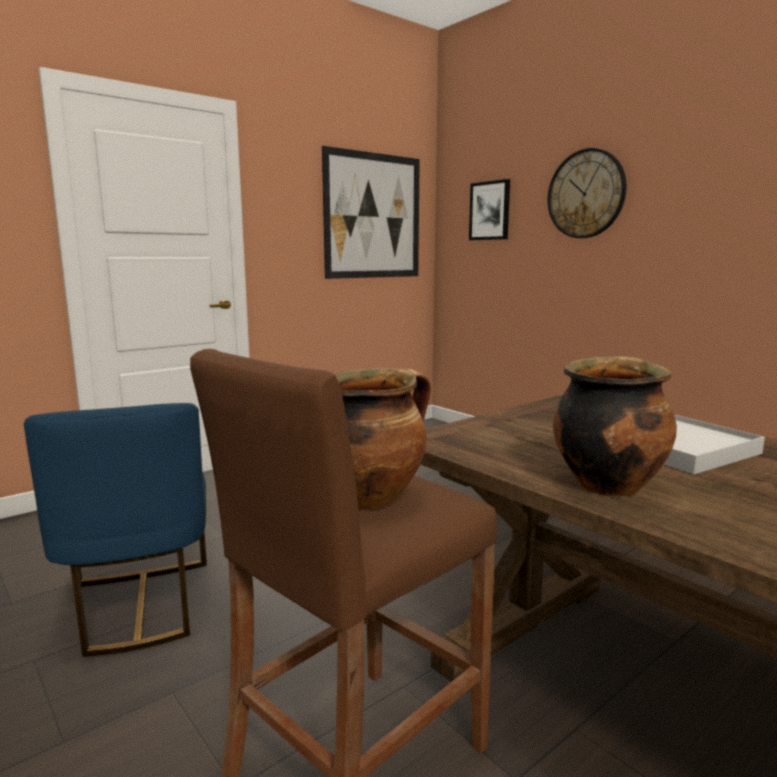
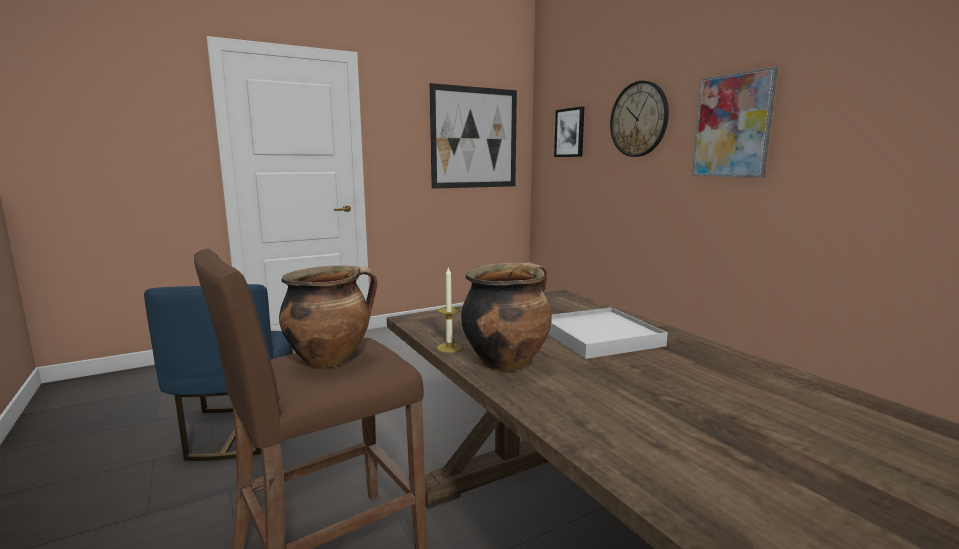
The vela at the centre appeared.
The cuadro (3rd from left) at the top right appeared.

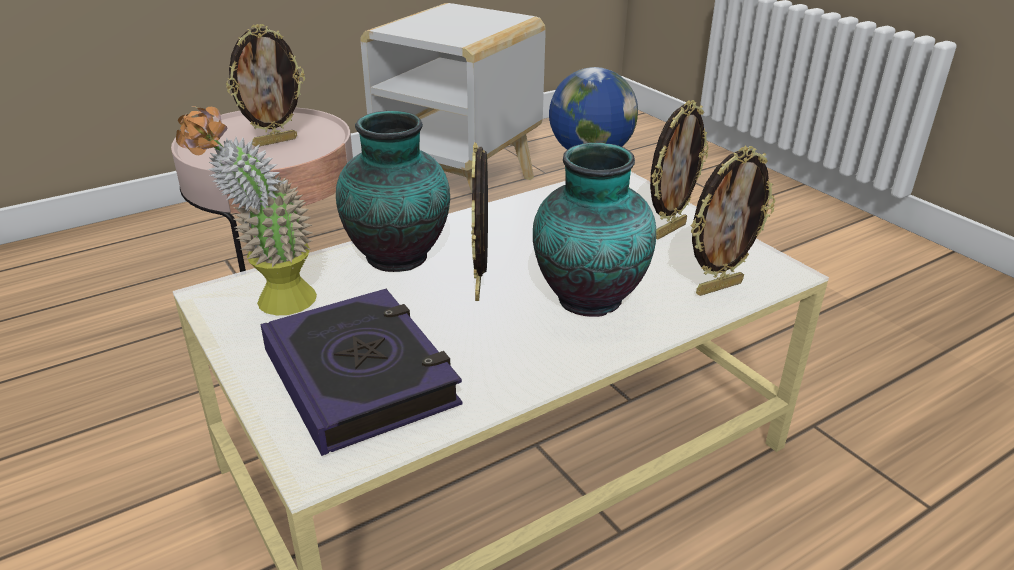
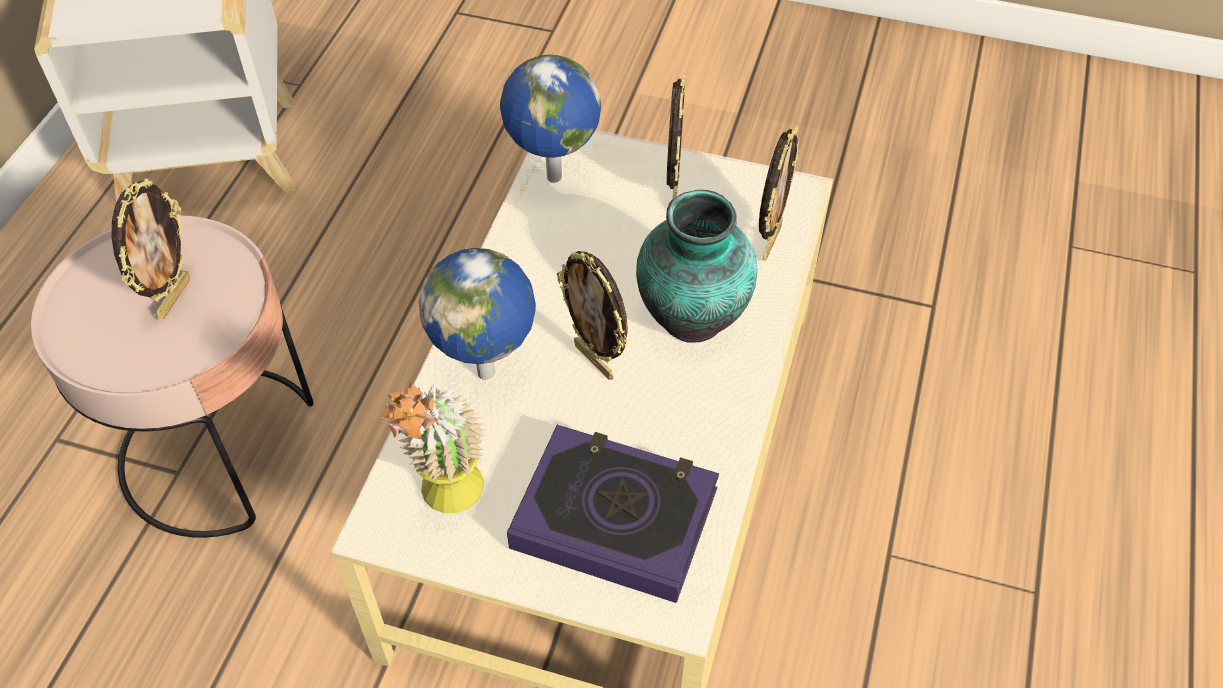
The florero (1st from left) at the centre was replaced by the globo terráqueo (1st from left) at the centre.

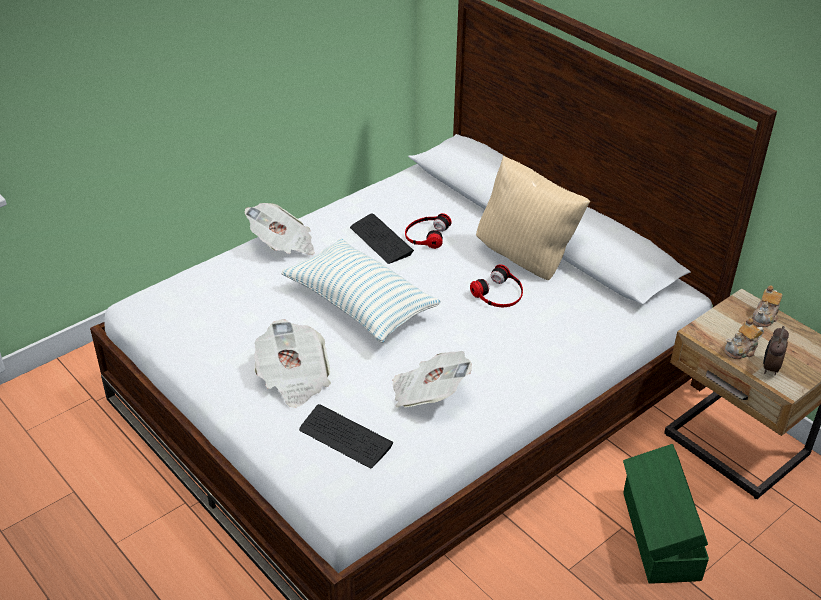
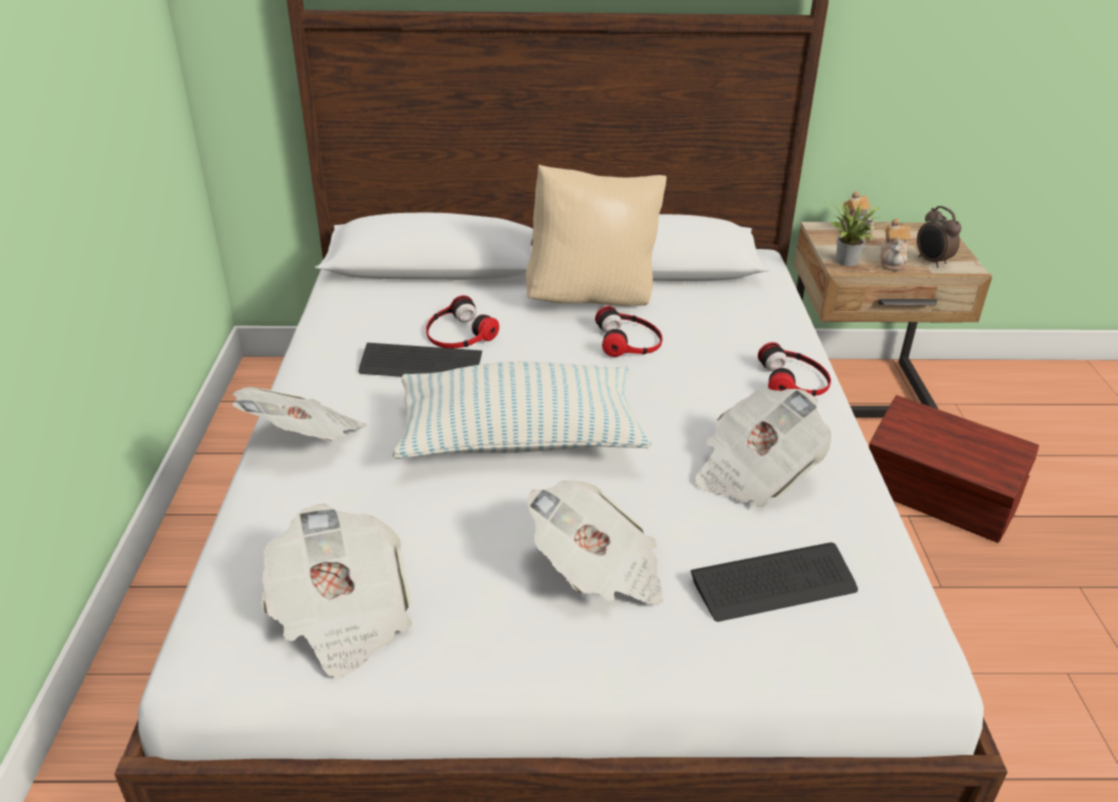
The caja de almacenaje (verde) at the bottom right became the caja de almacenaje (marrón) at the middle right.
The periódico (2nd from left) at the bottom left appeared.
The auriculares (3rd from left) at the middle right appeared.
The planta en maceta at the top right appeared.

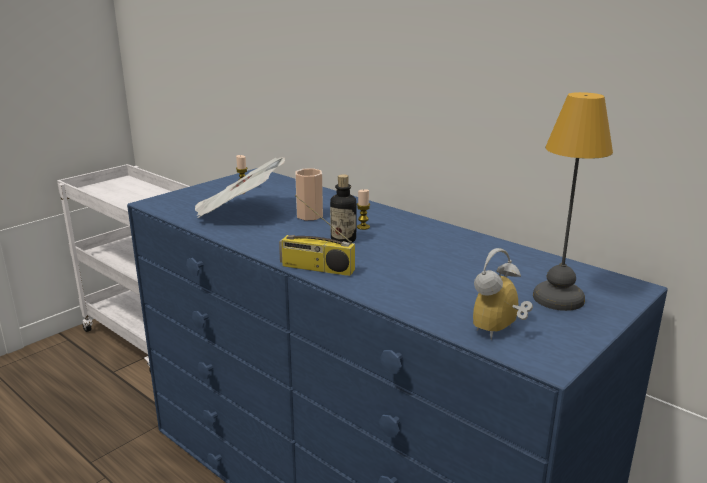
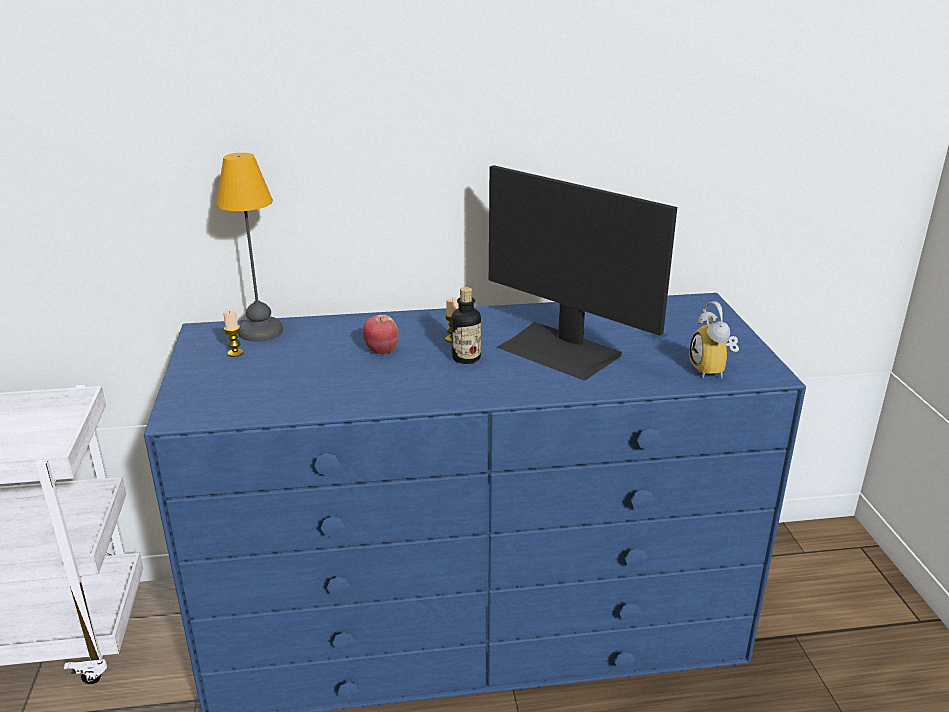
The periódico at the centre disappeared.
The radio at the centre disappeared.
The taza at the centre was replaced by the manzana at the centre.
The lámpara de mesa moved from the middle right to the middle left.
The monitor at the centre appeared.

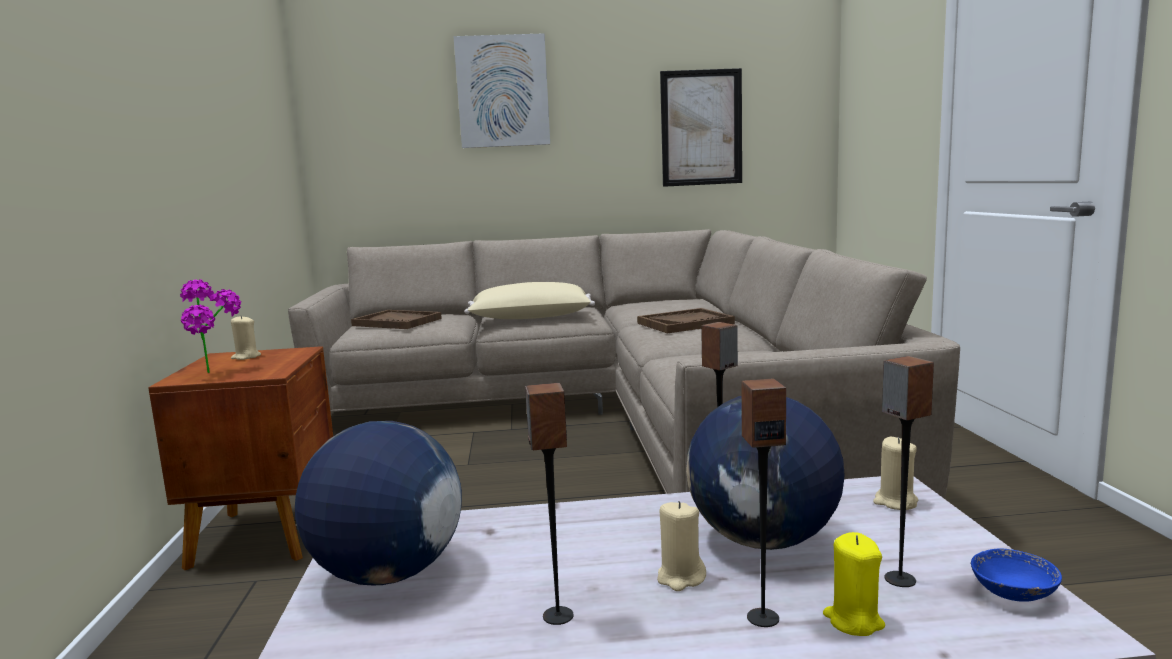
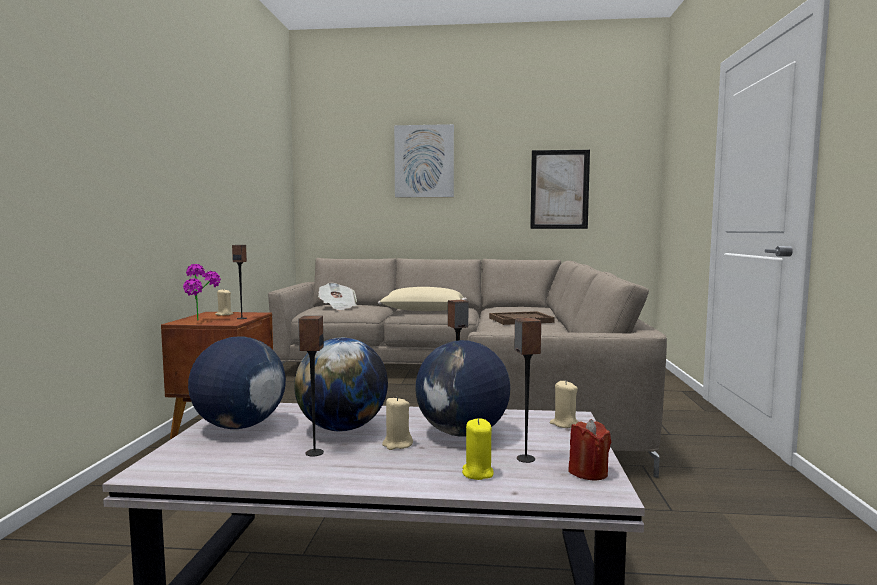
The bandeja (marrón) (1st from left) at the centre was replaced by the periódico at the centre.
The altavoz (3rd from left in the first image) moved from the bottom centre to the middle left.
The cuenco (azul) at the bottom right was replaced by the vela (rojo) at the bottom right.
The globo terráqueo (2nd from left) at the centre appeared.

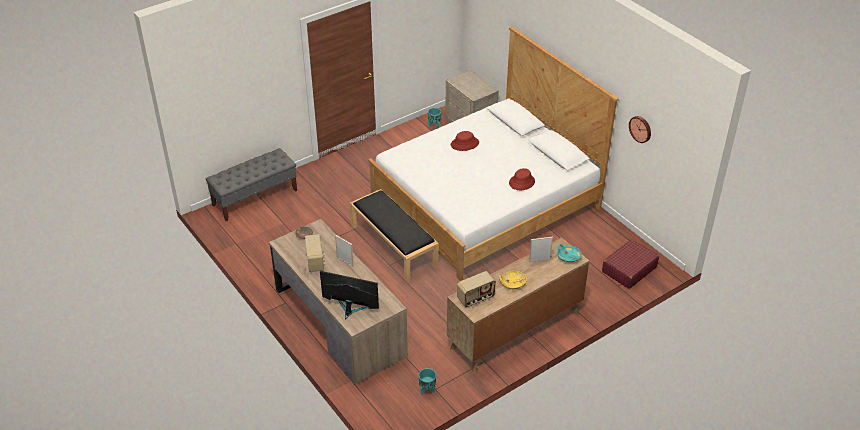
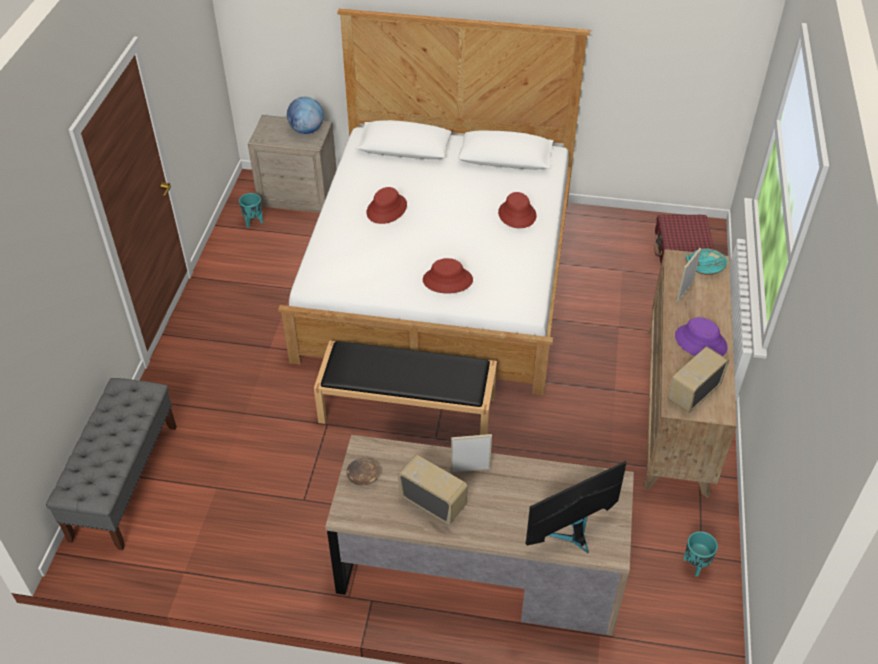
The radio (2nd from left) at the bottom centre turned 150 degrees counterclockwise.
The cuenco (amarillo) at the centre was replaced by the sombrero (morado) at the middle right.
The reloj de pared at the top right disappeared.
The globo terráqueo at the top centre appeared.
The sombrero (rojo) (2nd from left) at the centre appeared.

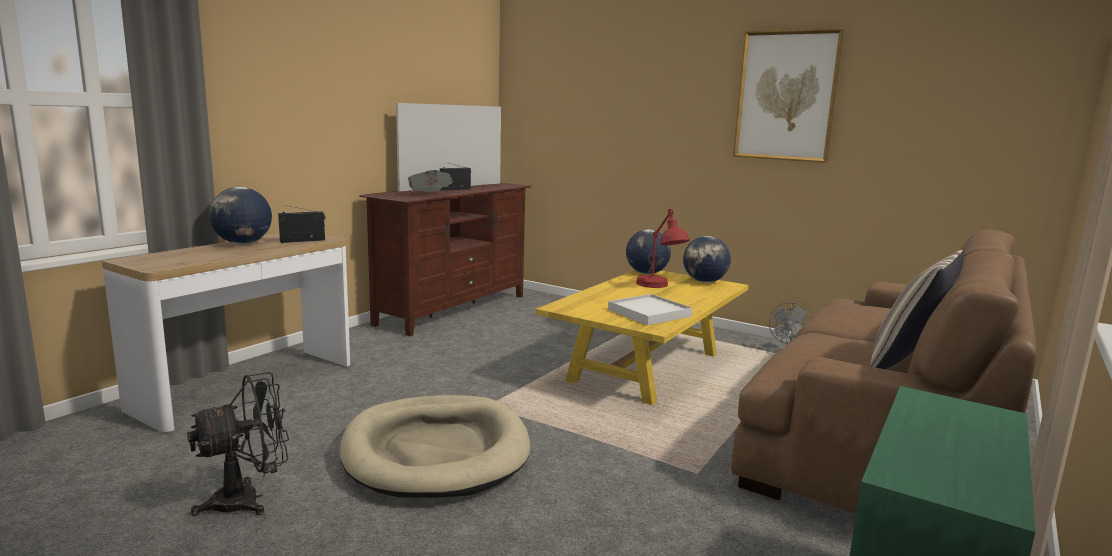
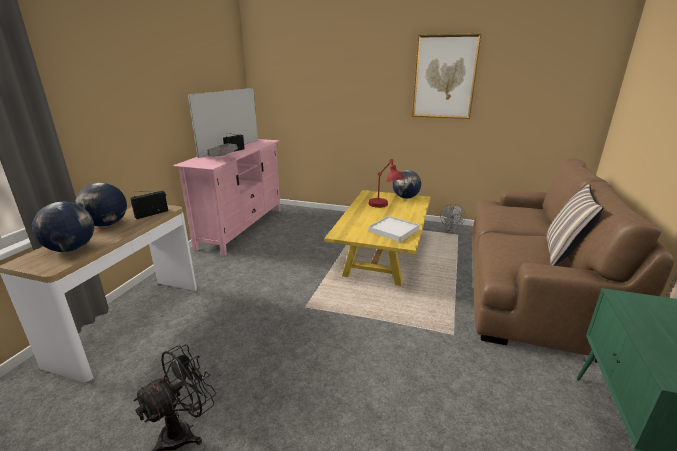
The cama para perro (beis) at the bottom centre disappeared.
The mueble de televisión (marrón) at the centre became the mueble de televisión (rosa) at the centre.
The globo terráqueo (2nd from left in the first image) moved from the centre to the middle left.

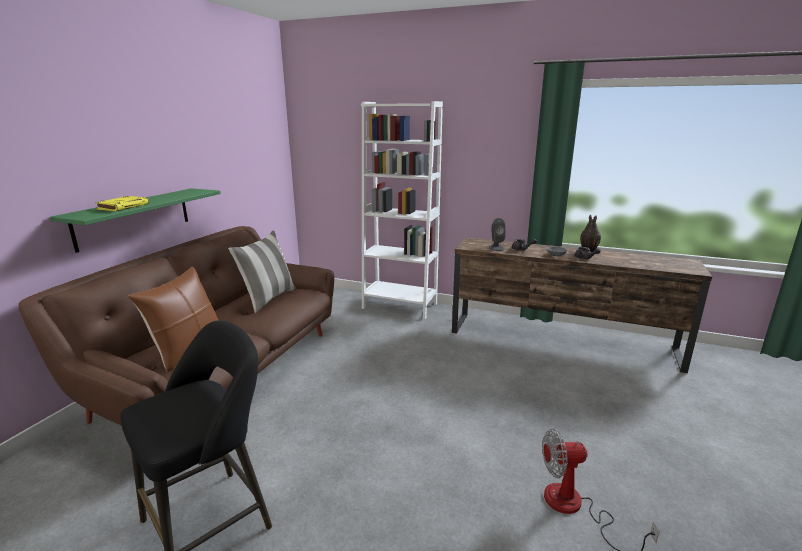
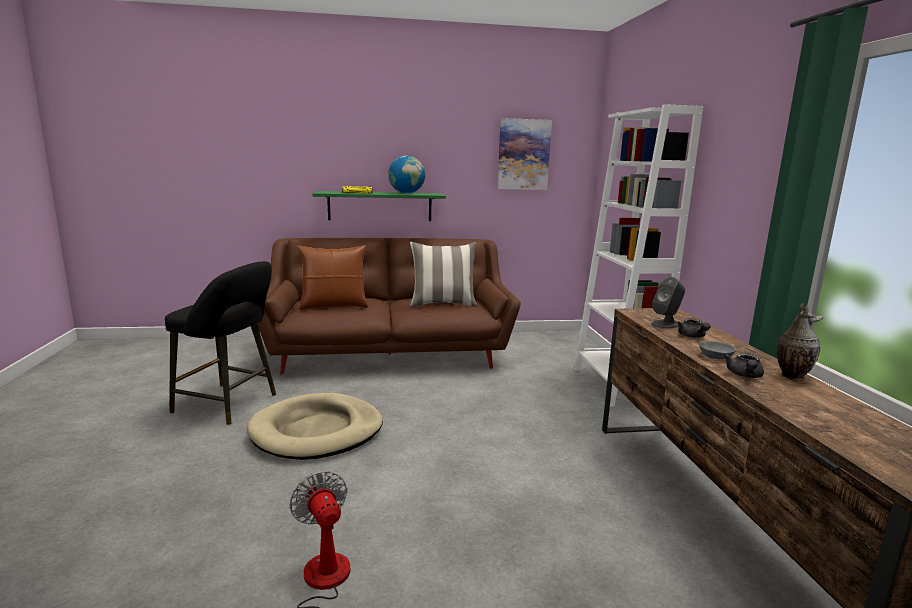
The cama para perro (beis) at the bottom centre appeared.
The globo terráqueo at the top centre appeared.
The cuadro at the top centre appeared.

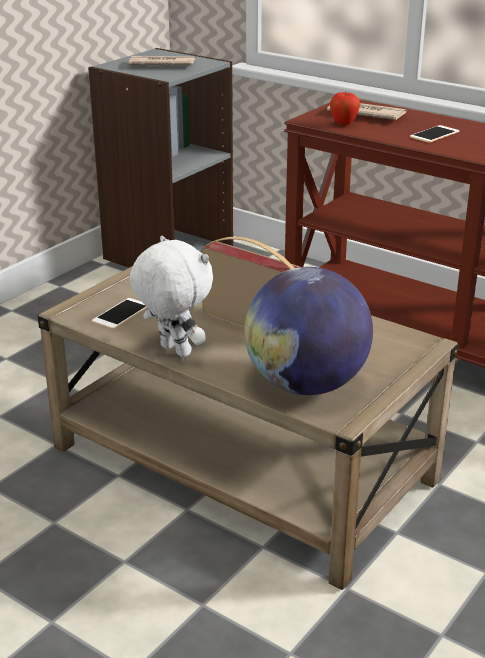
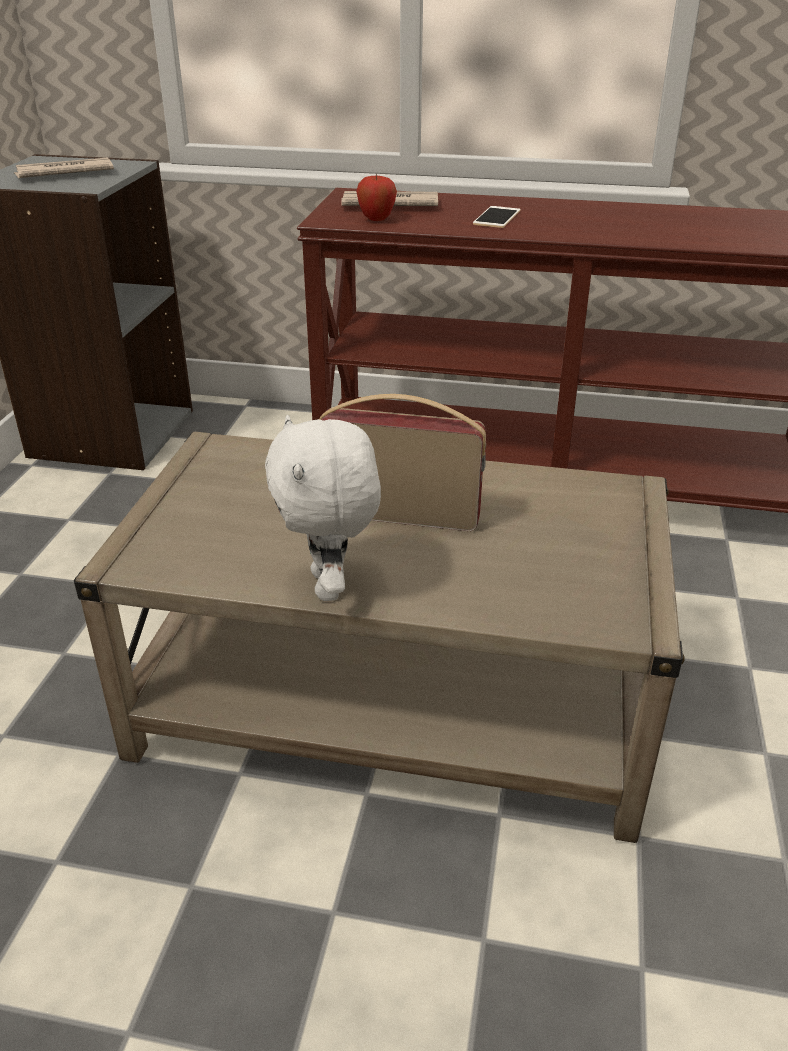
The móvil (1st from left) at the middle left disappeared.
The peluche (blanco) at the centre turned 120 degrees counterclockwise.
The globo terráqueo at the centre disappeared.

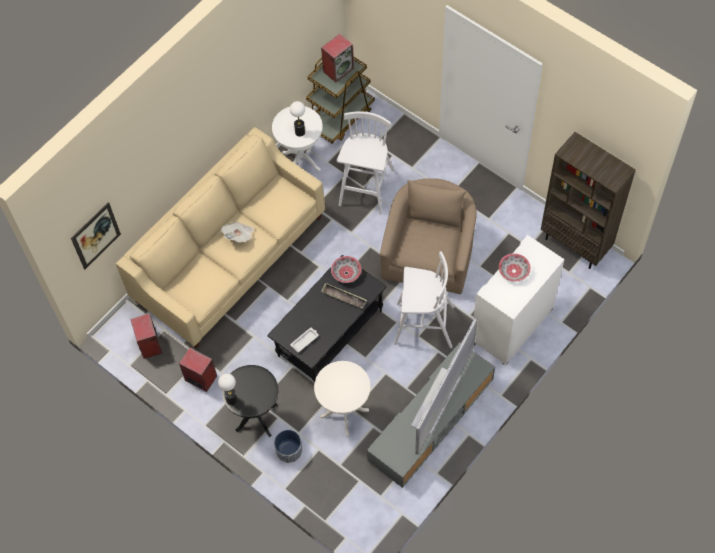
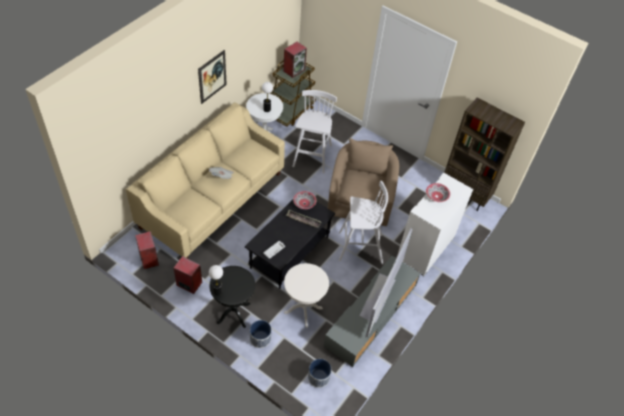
The cuadro moved from the middle left to the top centre.
The maceta (2nd from left) at the bottom centre appeared.

